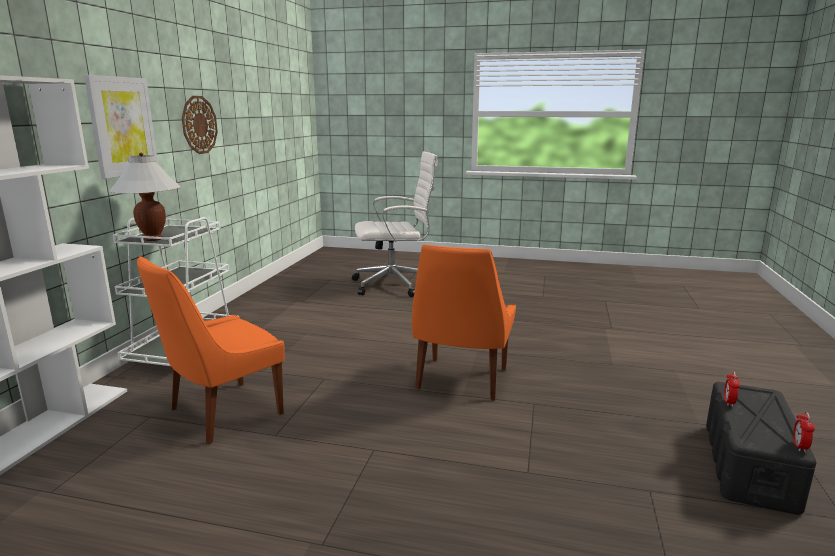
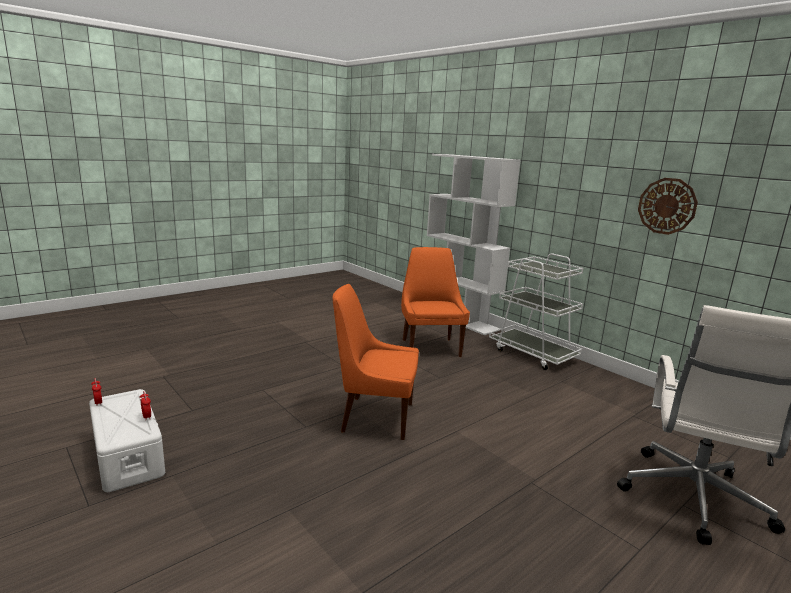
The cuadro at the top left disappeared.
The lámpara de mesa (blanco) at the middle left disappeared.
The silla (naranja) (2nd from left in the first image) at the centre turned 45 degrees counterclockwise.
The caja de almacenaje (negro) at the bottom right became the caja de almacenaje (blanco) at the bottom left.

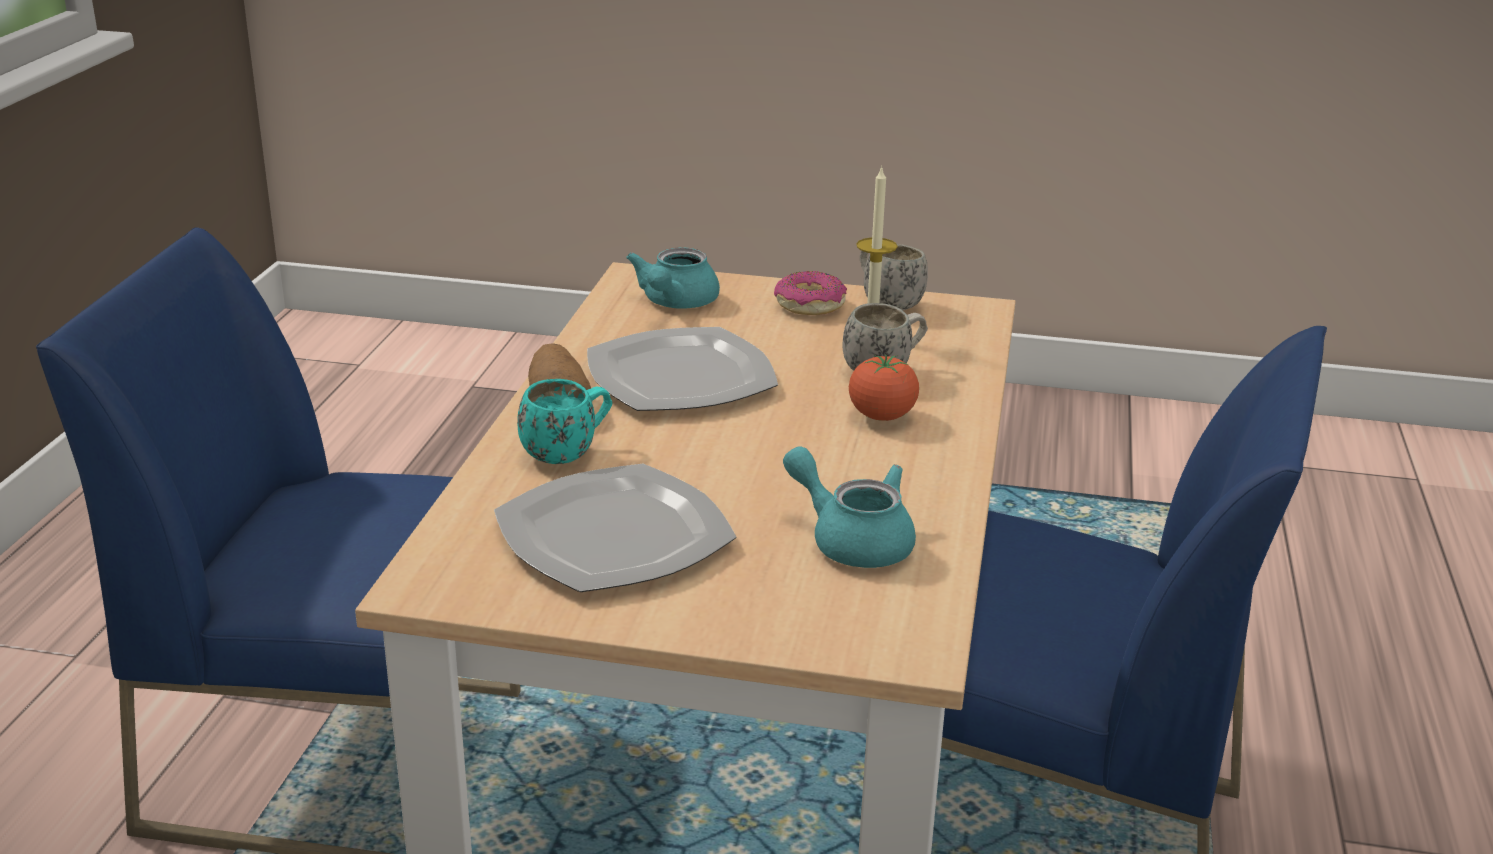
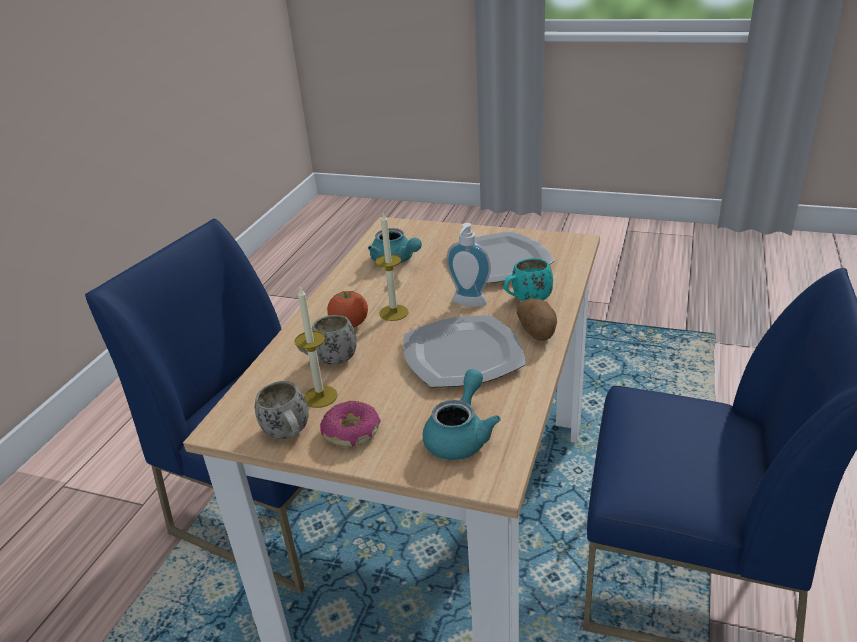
The vela (2nd from left) at the centre appeared.
The dispensador de jabón at the centre appeared.

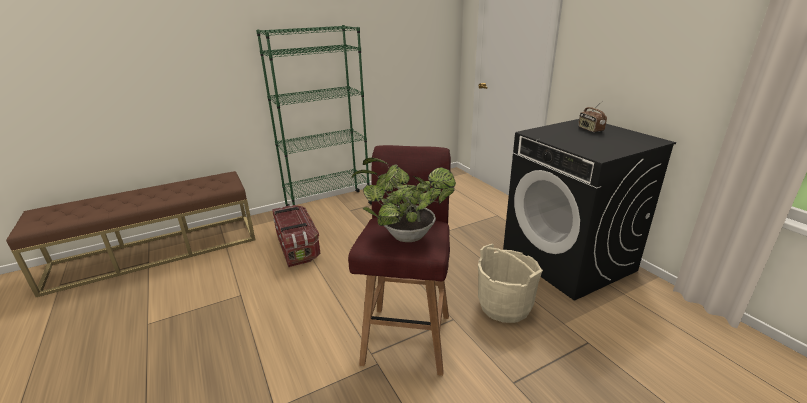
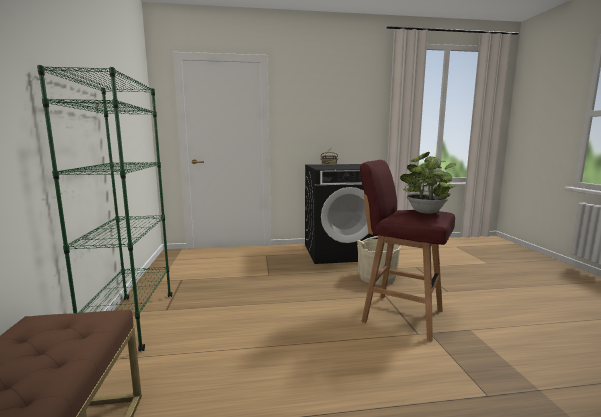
The caja de almacenaje at the centre disappeared.

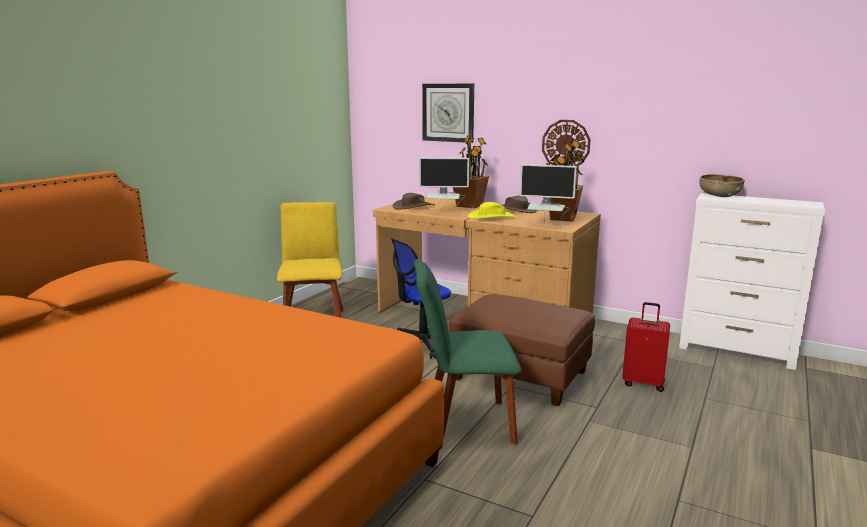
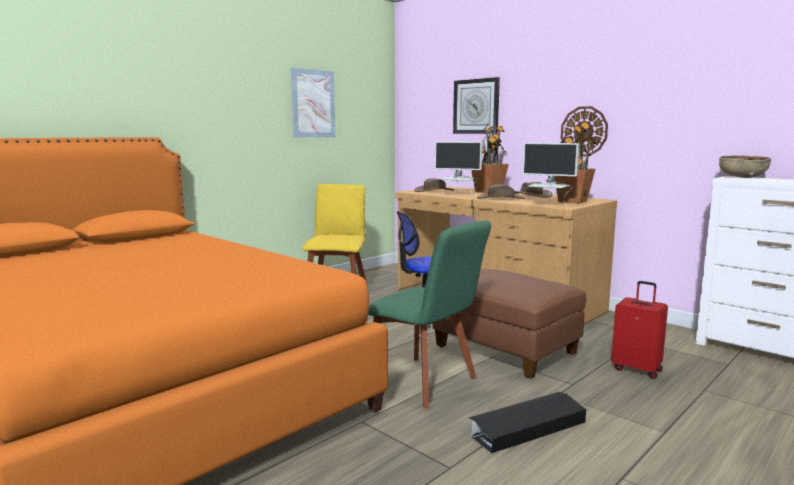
The silla (verde) at the bottom centre turned 150 degrees counterclockwise.
The sombrero (amarillo) at the centre became the sombrero (marrón) (2nd from left) at the centre.
The cuadro at the top centre appeared.
The caja de almacenaje (negro) at the bottom centre appeared.

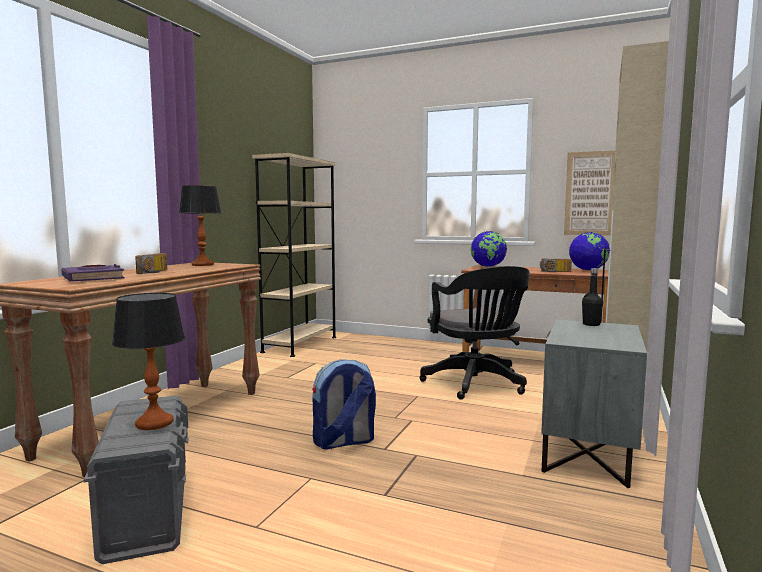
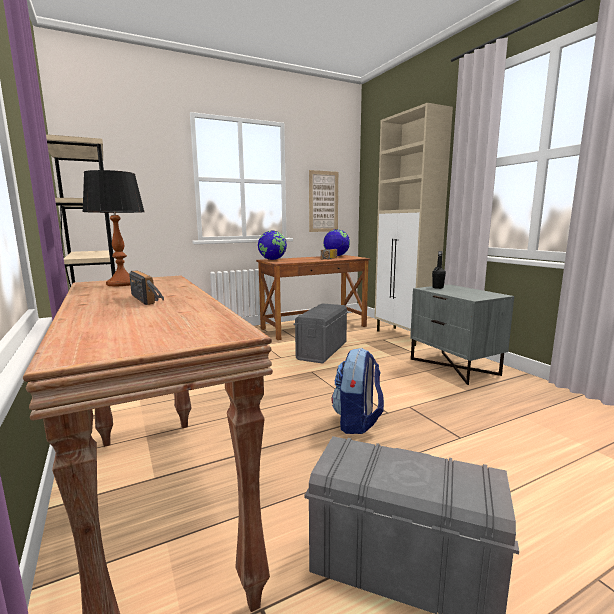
The libro (morado) at the middle left disappeared.
The lámpara de mesa (1st from left) at the middle left disappeared.
The silla de oficina (negro) at the centre was replaced by the caja de almacenaje (gris) (1st from left) at the centre.

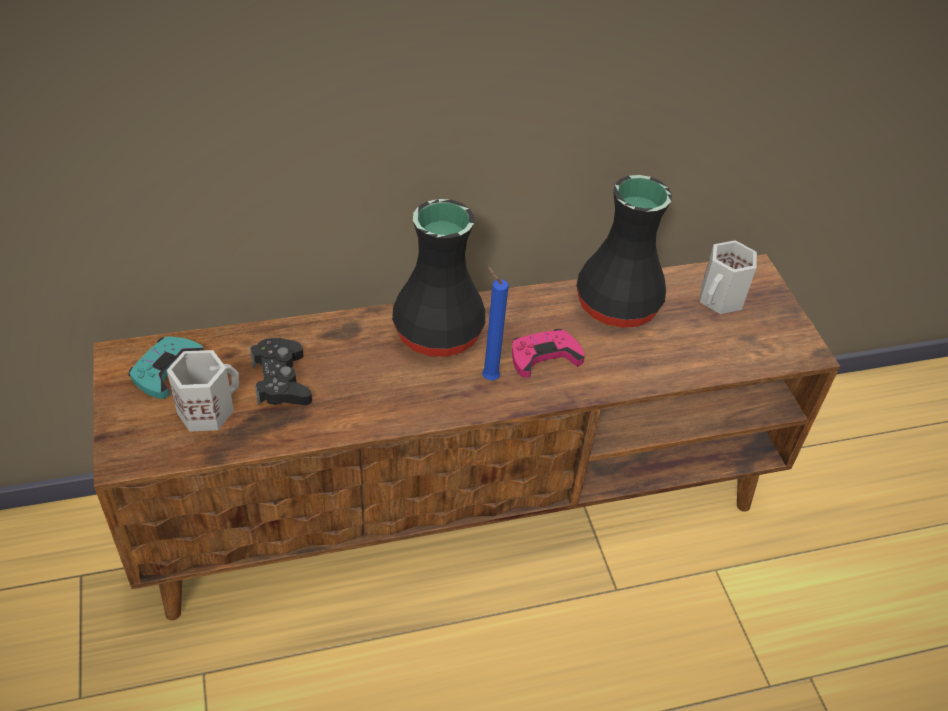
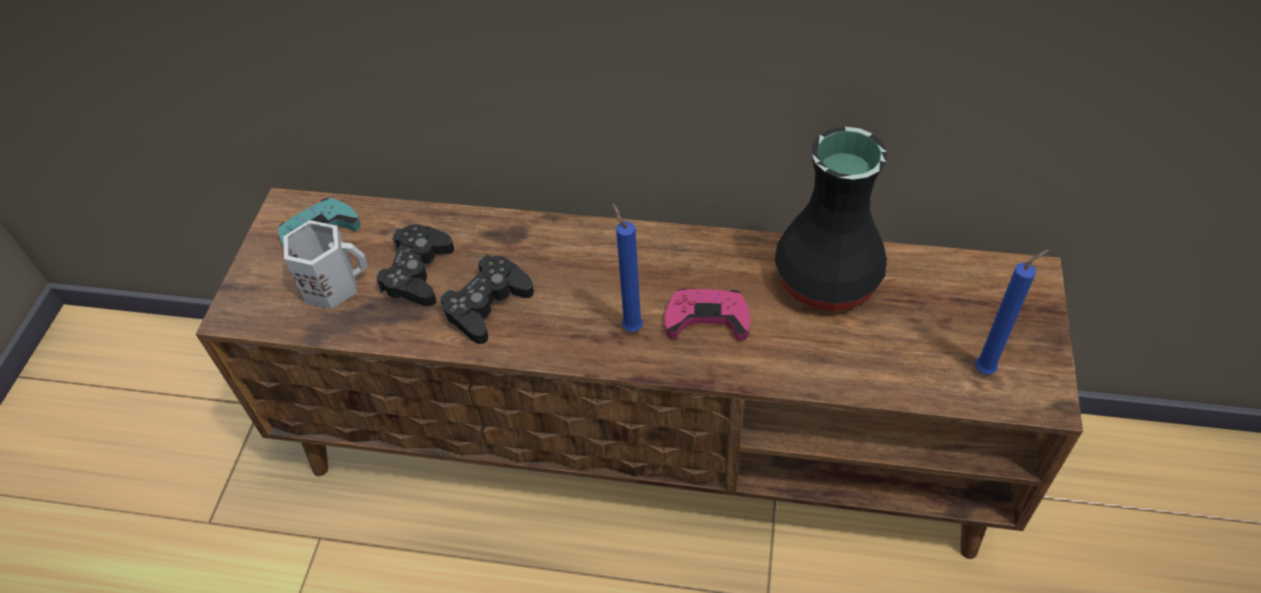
The florero (negro) (1st from left) at the centre disappeared.
The taza grande (blanco) (2nd from left) at the middle right disappeared.
The mando de consola (negro) (2nd from left) at the centre appeared.
The vela (azul) (2nd from left) at the middle right appeared.

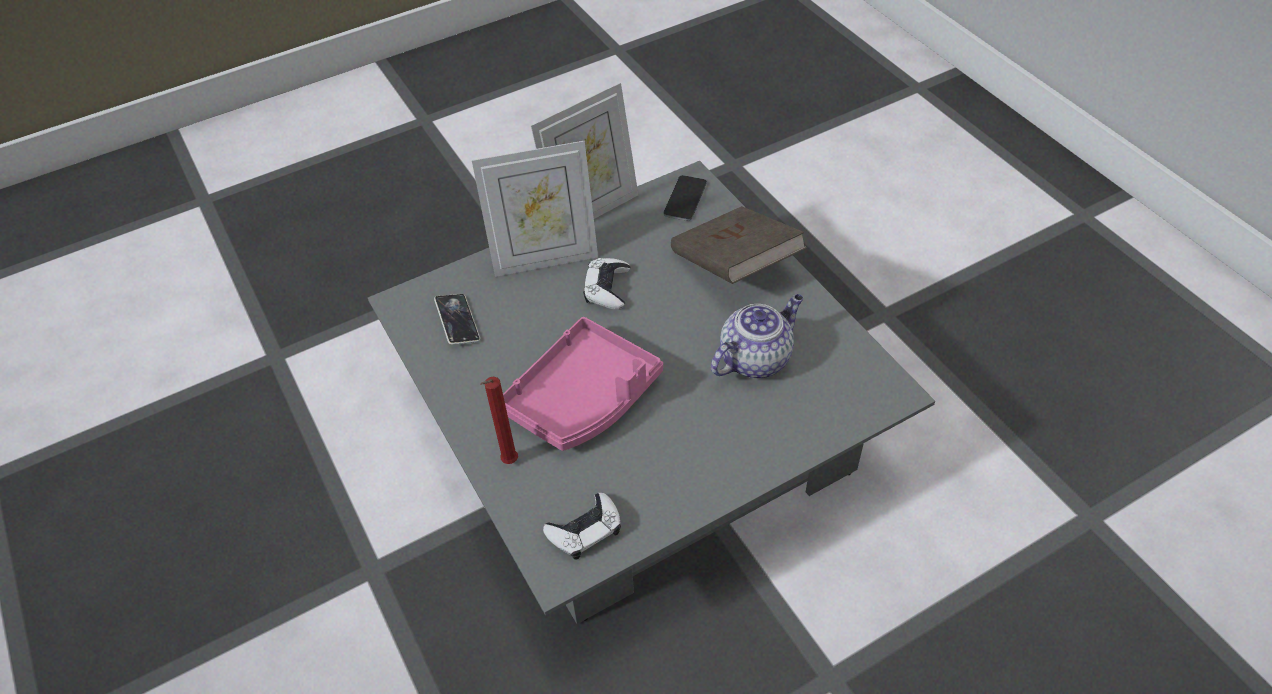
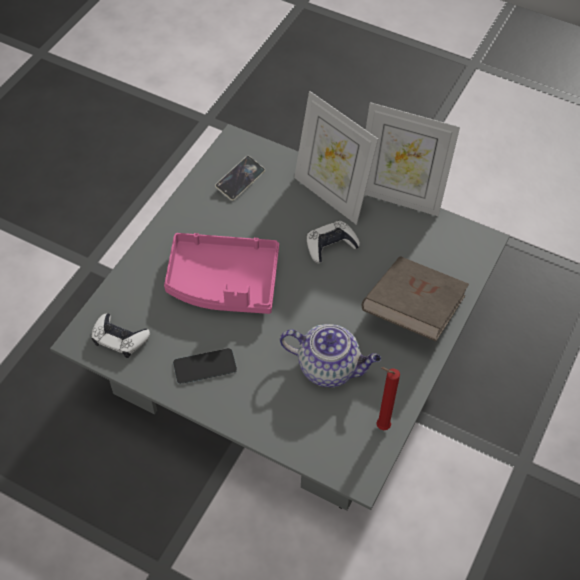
The vela (rojo) moved from the centre to the bottom right.
The móvil (2nd from left in the first image) moved from the top centre to the centre.

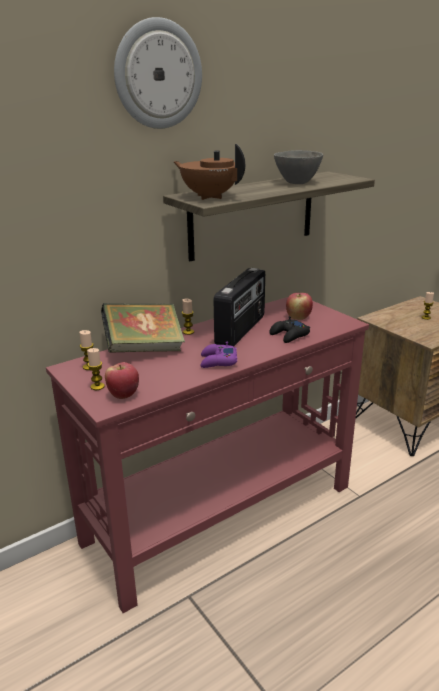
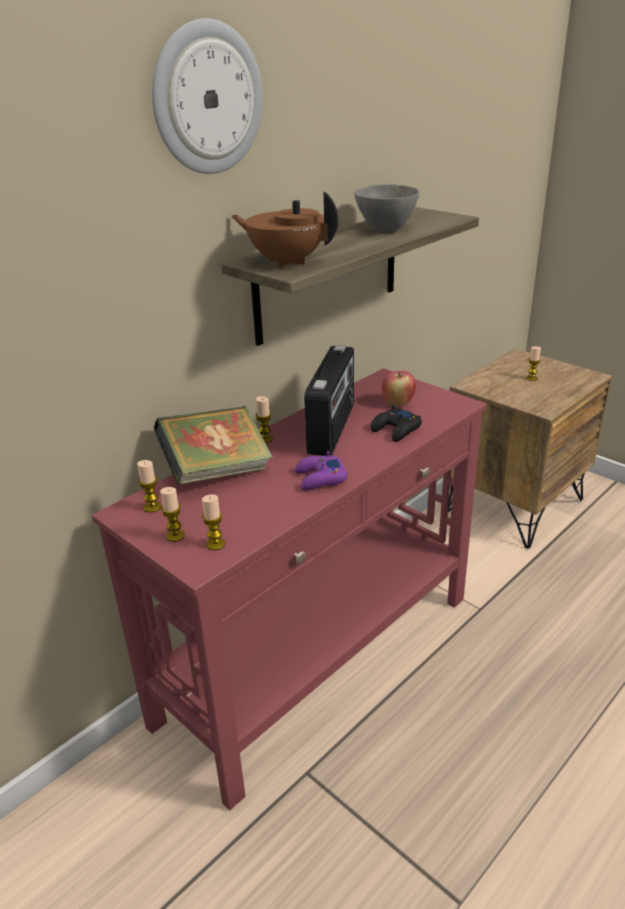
The manzana (1st from left) at the middle left was replaced by the vela (3rd from left) at the centre.

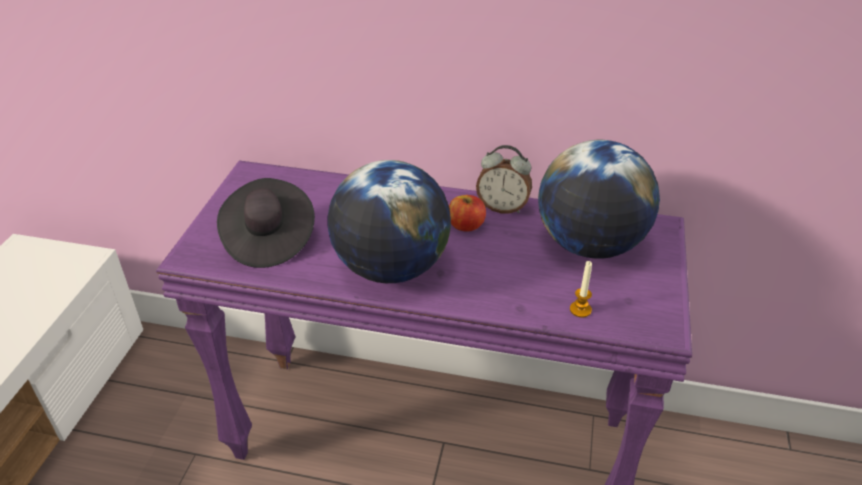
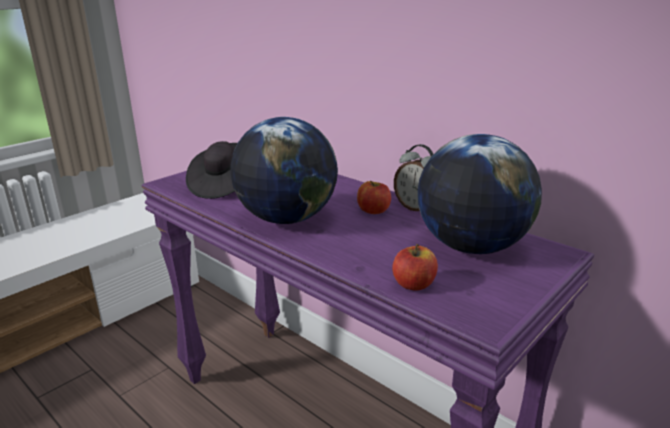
The vela at the middle right was replaced by the manzana (2nd from left) at the centre.

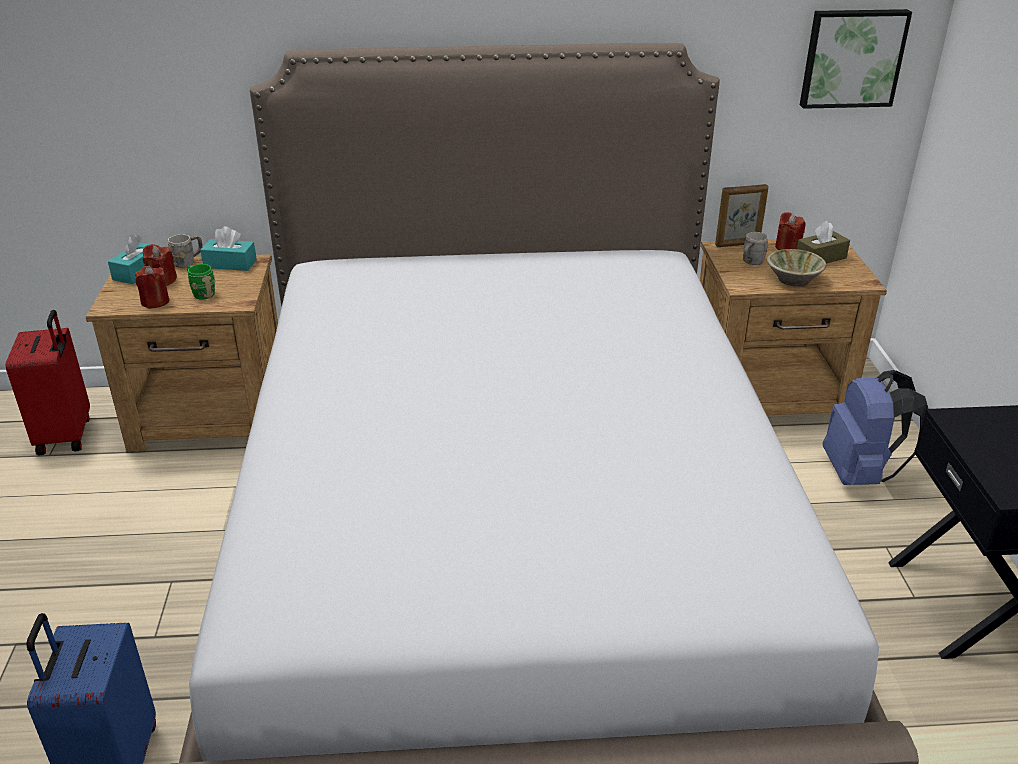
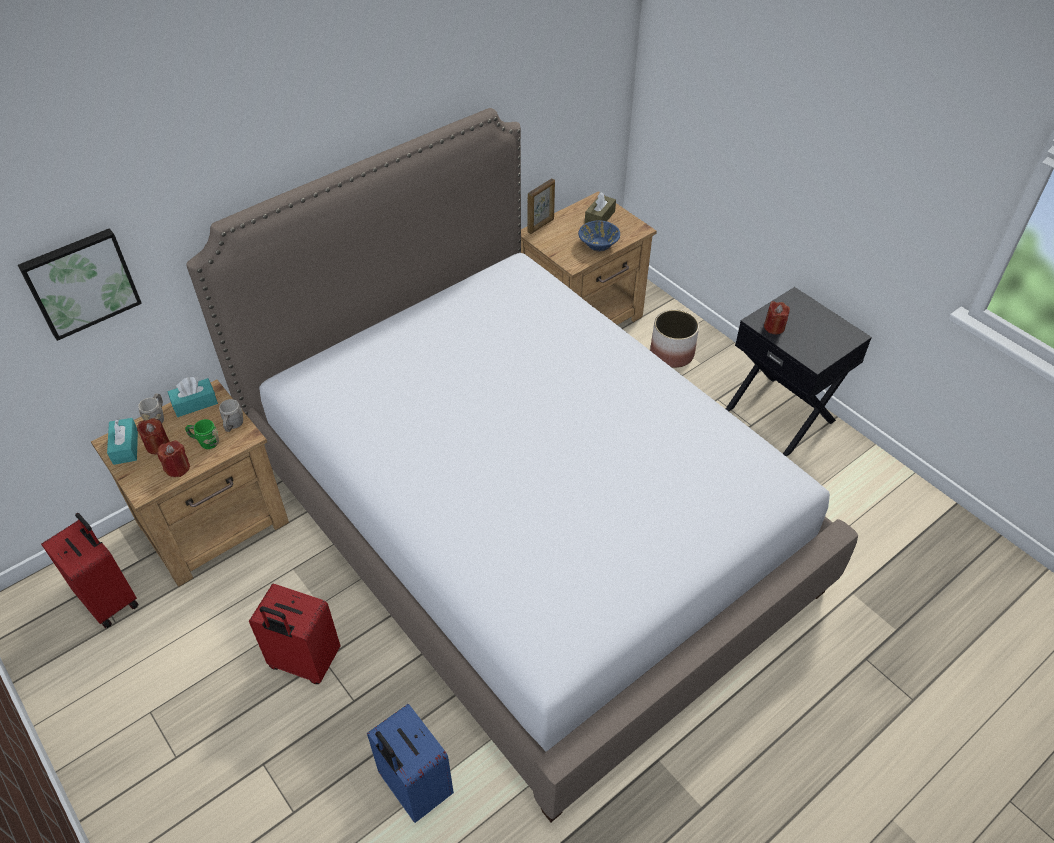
The taza grande (gris) (2nd from left) moved from the top right to the middle left.
The cuenco (beis) at the middle right became the cuenco (azul) at the top centre.
The vela (rojo) (3rd from left) moved from the top right to the middle right.
The cuadro moved from the top right to the middle left.
The mochila (azul) at the middle right was replaced by the maceta at the centre.
The maleta (rojo) (2nd from left) at the bottom left appeared.

